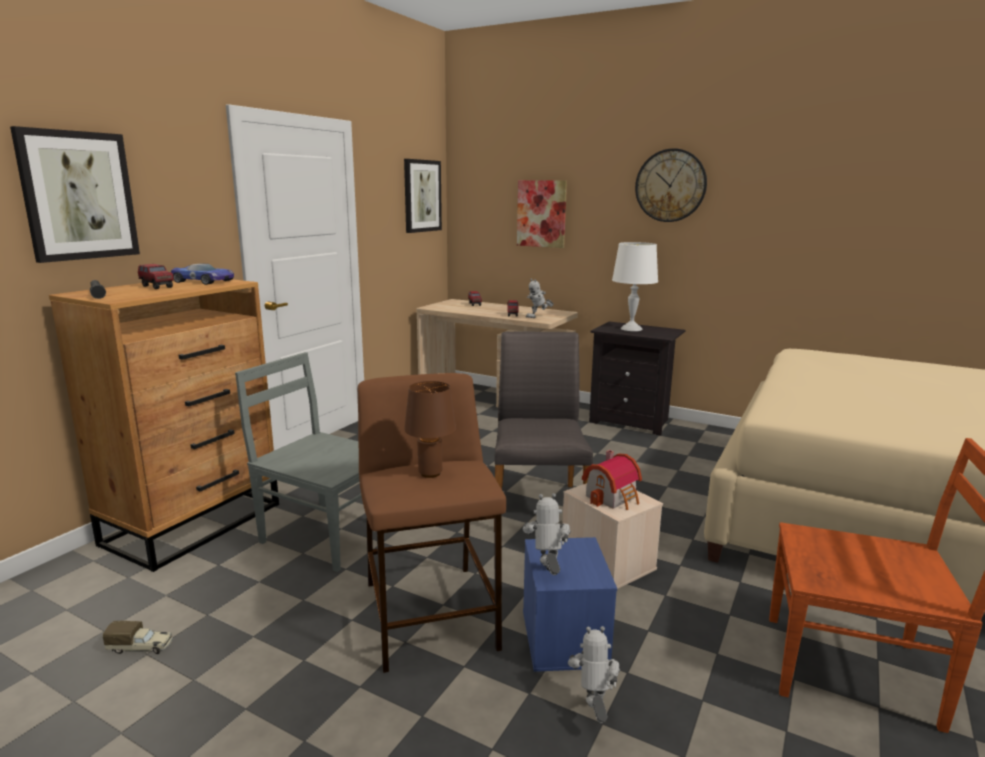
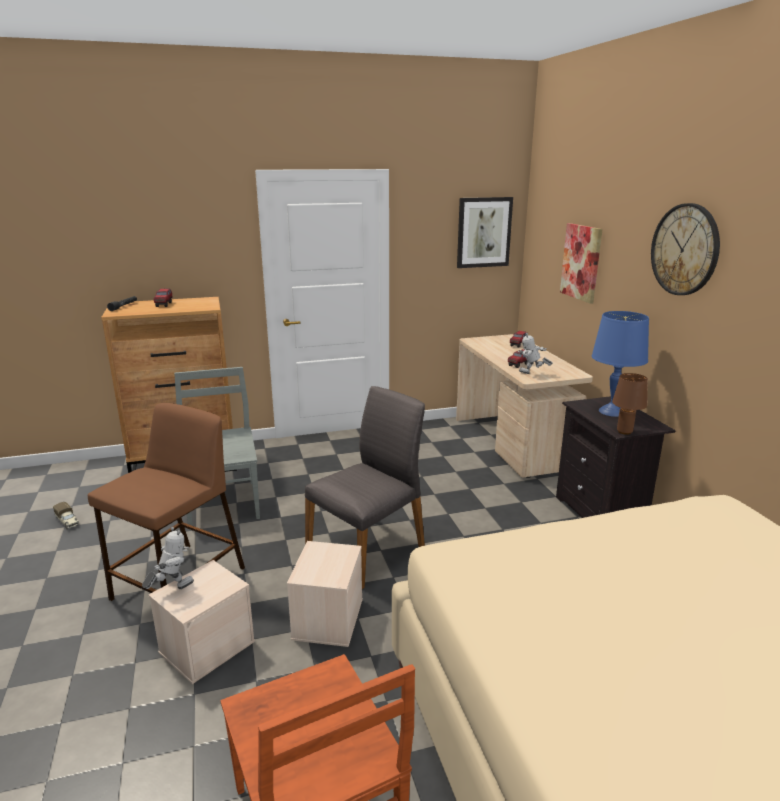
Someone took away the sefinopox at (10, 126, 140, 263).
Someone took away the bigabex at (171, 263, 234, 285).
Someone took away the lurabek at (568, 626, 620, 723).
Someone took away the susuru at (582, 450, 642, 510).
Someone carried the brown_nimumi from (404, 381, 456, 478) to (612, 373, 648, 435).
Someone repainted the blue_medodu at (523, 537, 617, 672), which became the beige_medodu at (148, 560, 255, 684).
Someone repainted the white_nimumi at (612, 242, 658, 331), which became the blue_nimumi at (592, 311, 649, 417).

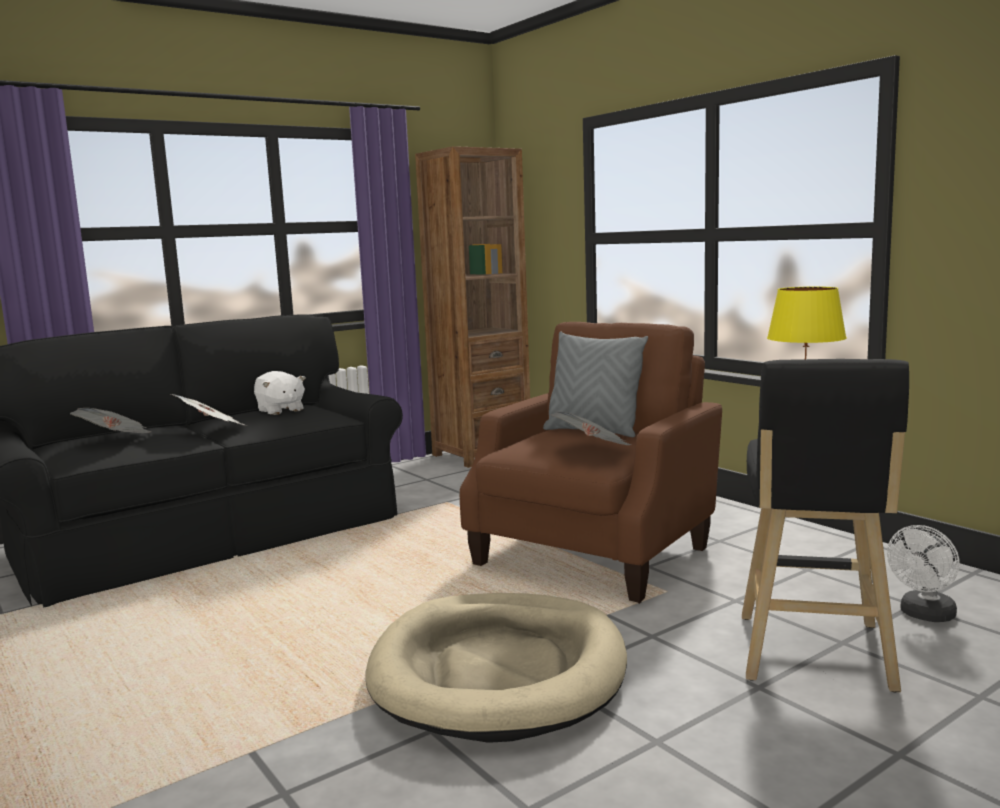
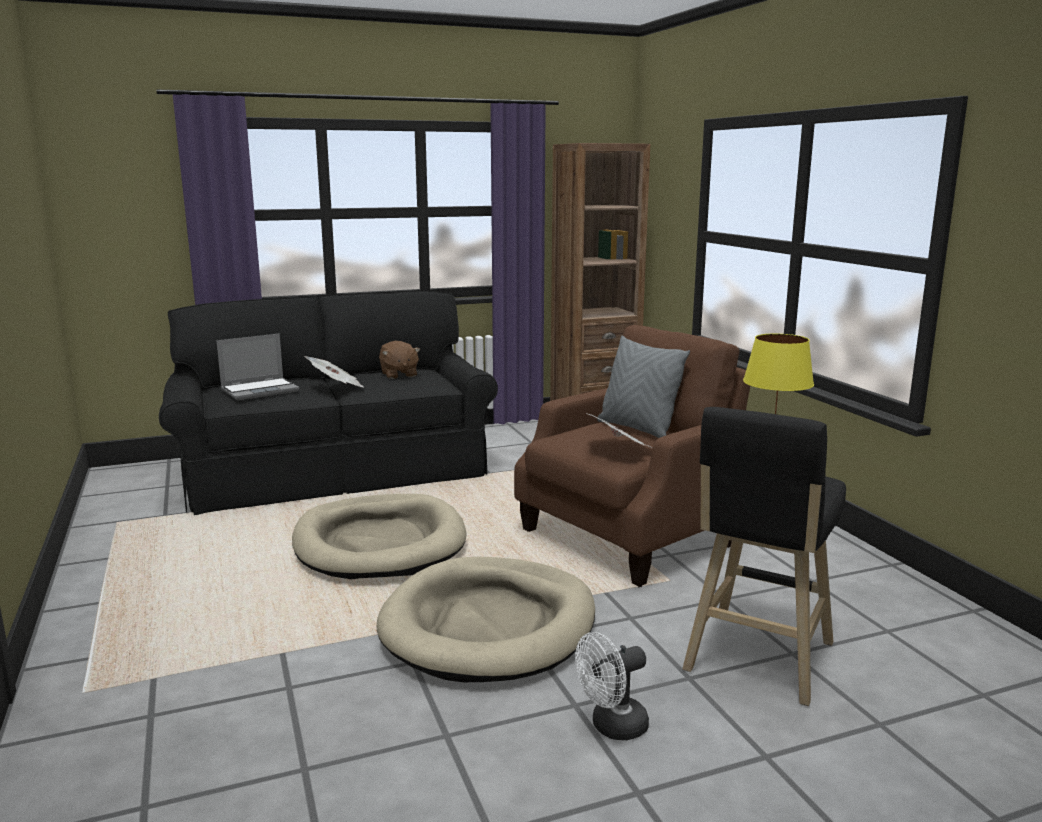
Someone put down the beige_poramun at (292, 494, 467, 579).
Someone carried the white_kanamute from (887, 525, 960, 622) to (575, 632, 649, 740).
Someone swapped the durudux at (70, 408, 151, 433) for the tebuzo at (216, 334, 299, 400).
Someone repainted the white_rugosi at (254, 371, 305, 415), which became the brown_rugosi at (379, 341, 420, 379).

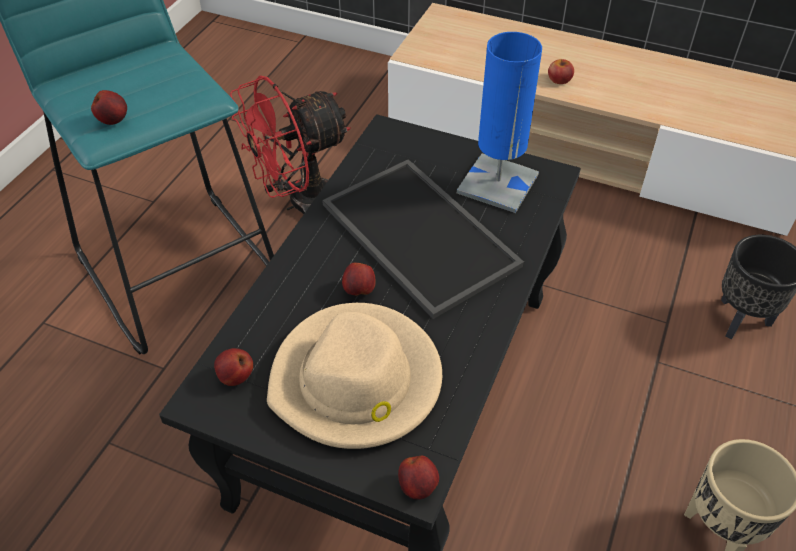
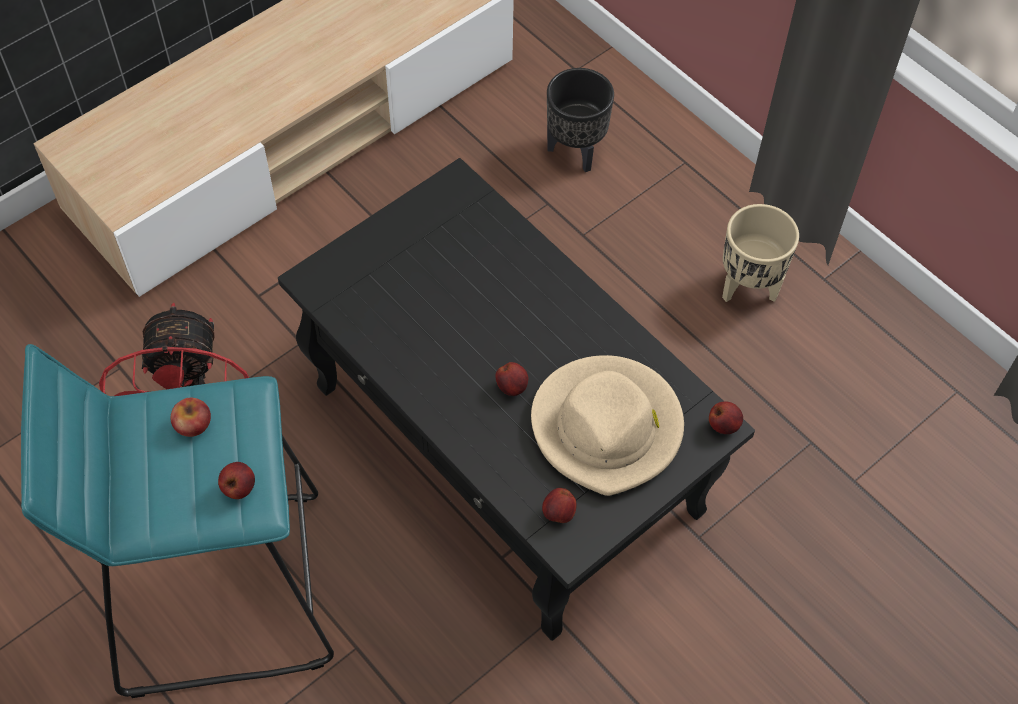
Someone took away the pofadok at (322, 159, 524, 319).
Someone took away the blue_nimumi at (457, 32, 542, 213).
Someone carried the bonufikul from (548, 59, 574, 84) to (171, 398, 211, 437).

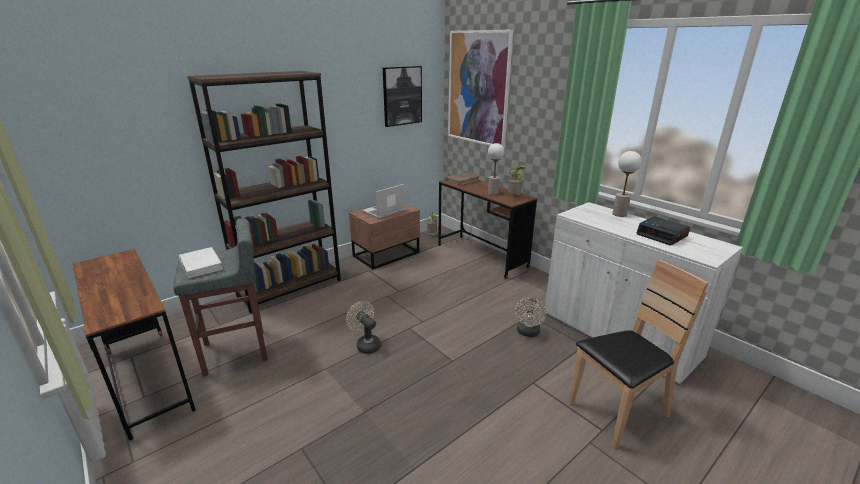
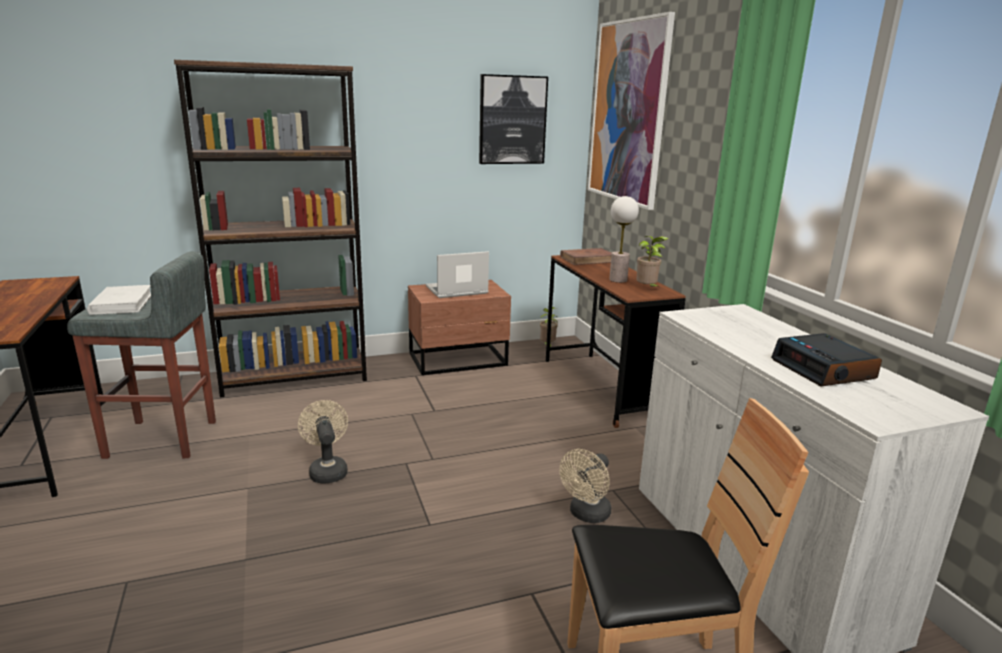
Someone took away the nimumi at (612, 151, 642, 217).

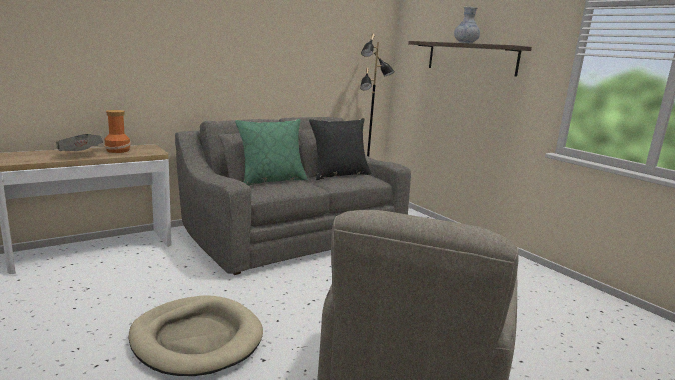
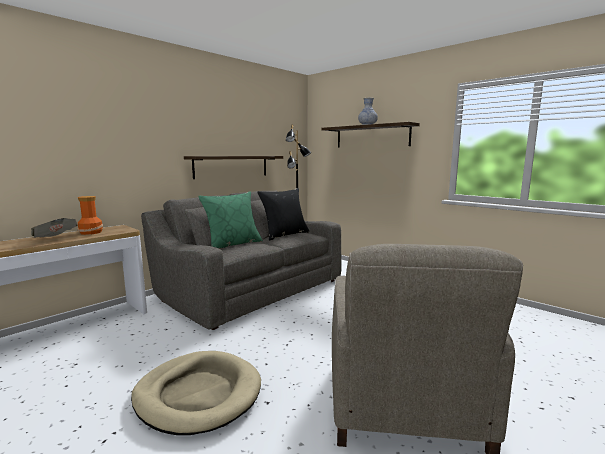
Someone put up the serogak at (184, 156, 283, 179).

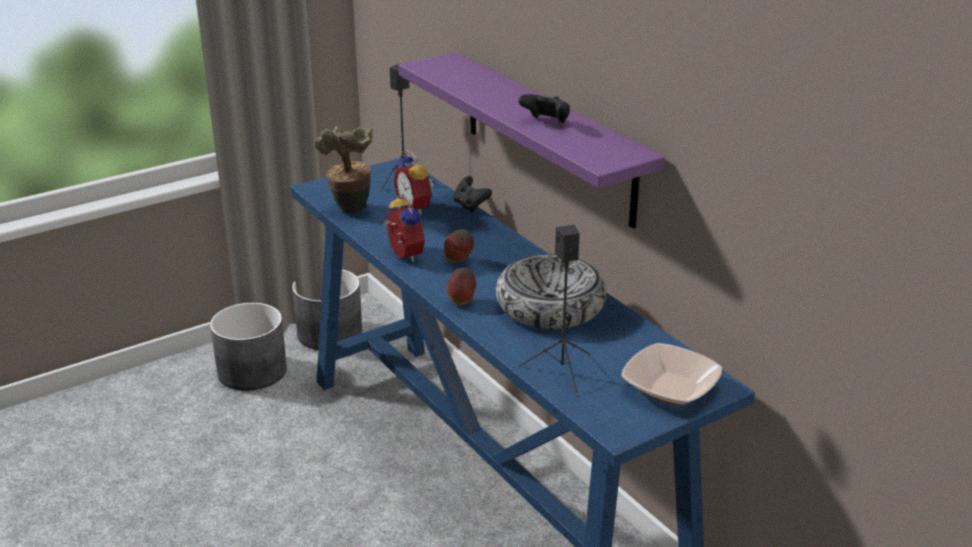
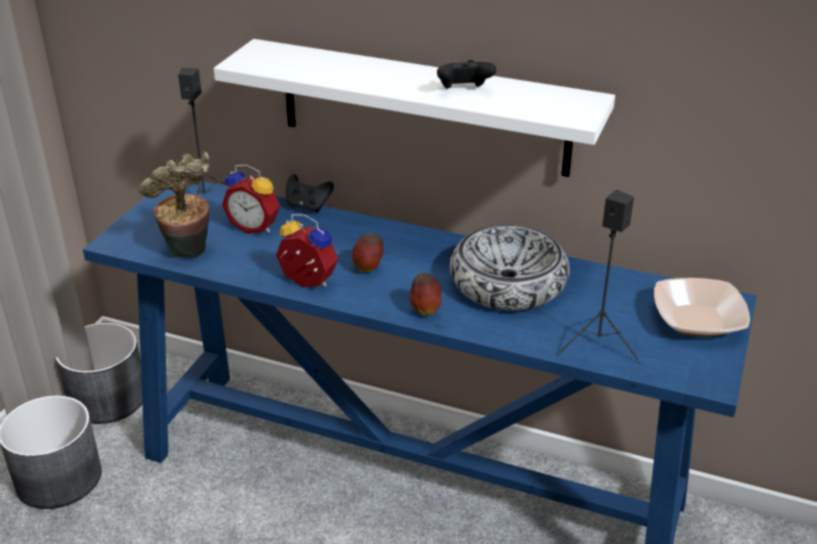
Someone repainted the purple_serogak at (398, 52, 665, 229), which became the white_serogak at (214, 39, 615, 177).

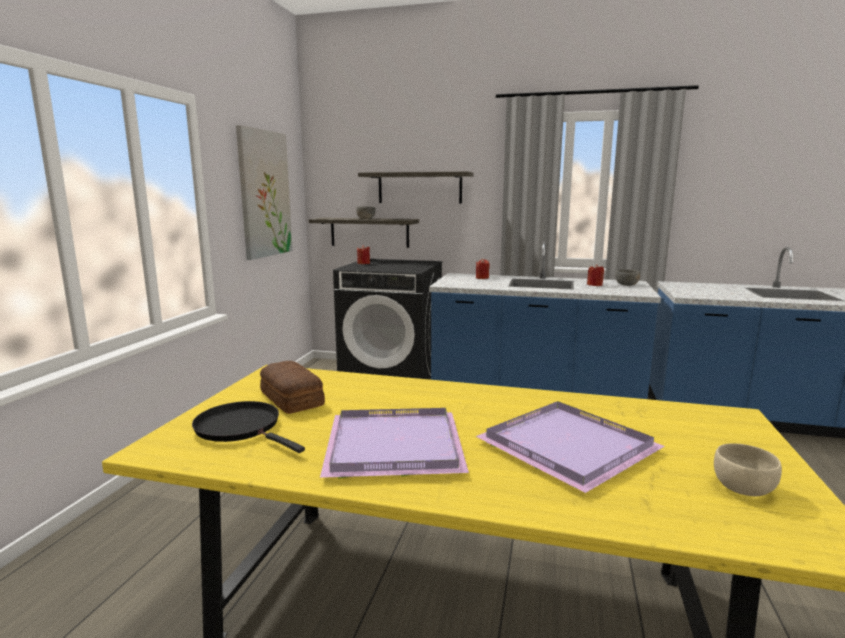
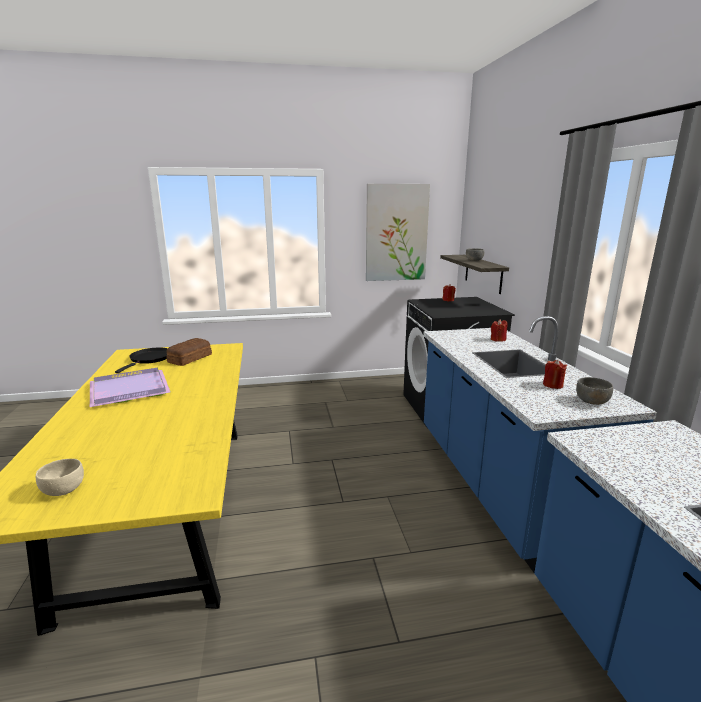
Someone took away the serogak at (358, 172, 473, 203).
Someone took away the purple_pofadok at (475, 401, 665, 493).

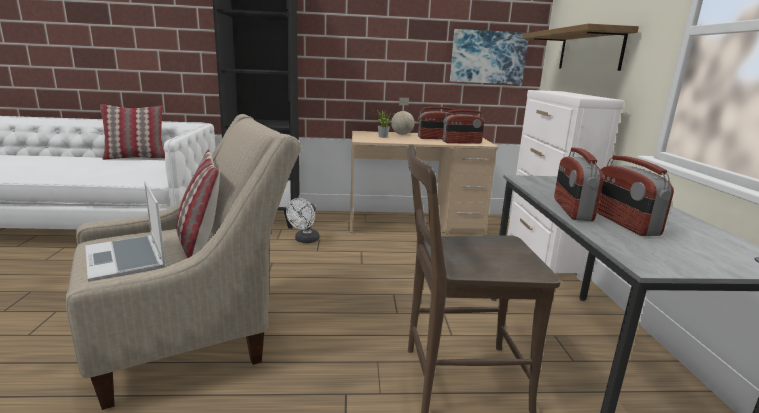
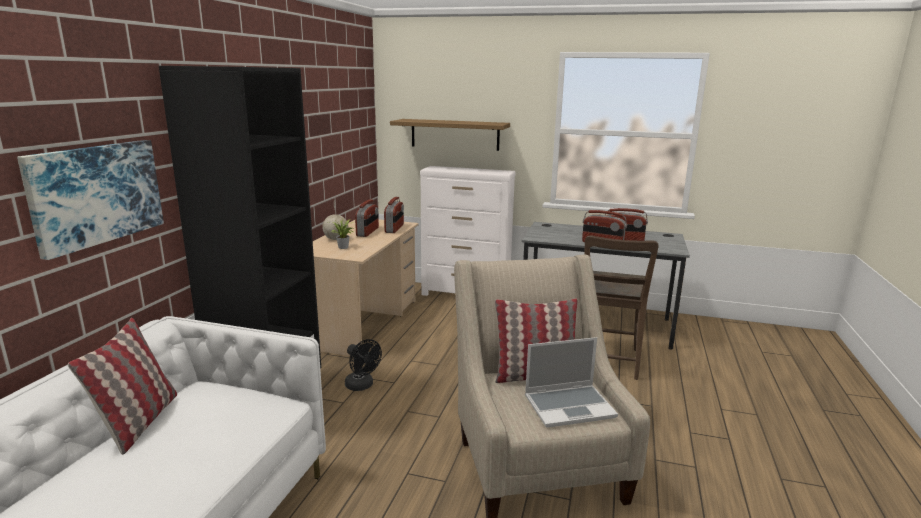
Someone carried the sefinopox from (450, 29, 528, 85) to (17, 140, 164, 260).
Someone repainted the white_kanamute at (286, 198, 320, 243), which became the black_kanamute at (345, 339, 382, 391).

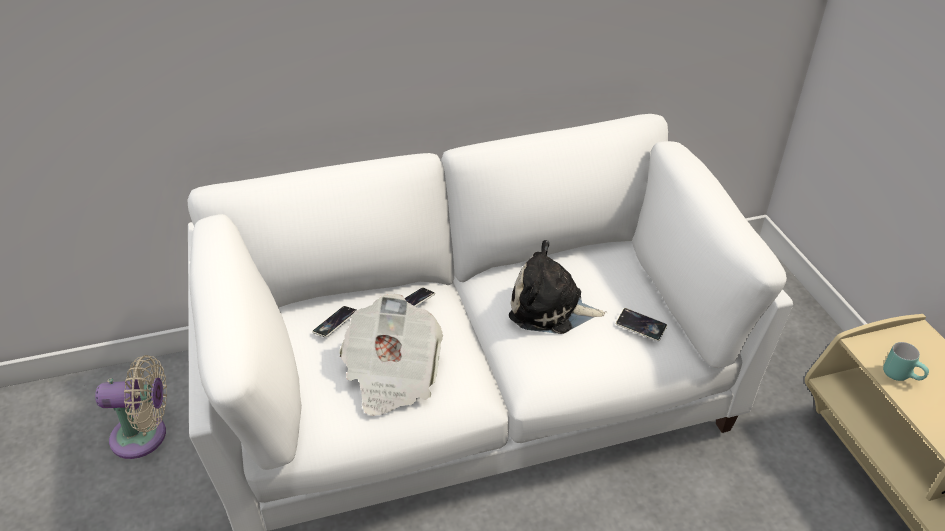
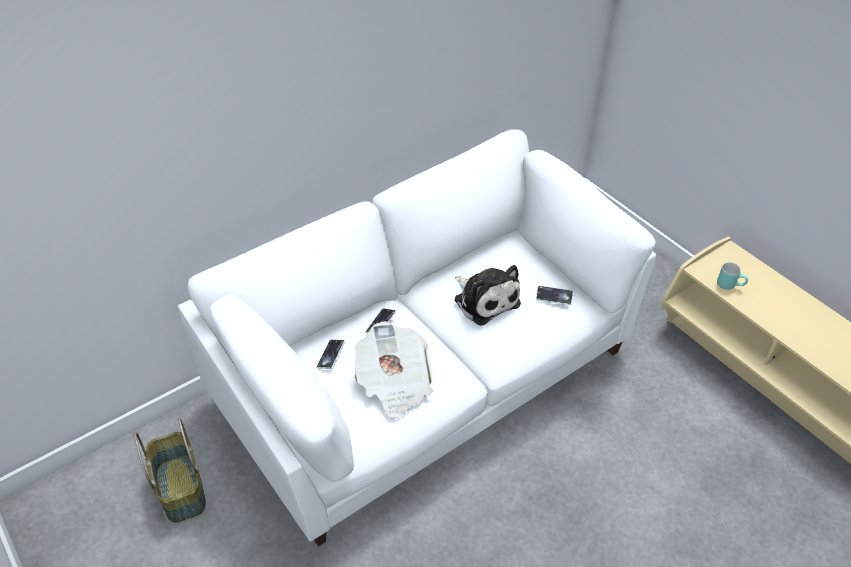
Someone swapped the beige_kanamute at (95, 355, 167, 459) for the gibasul at (134, 418, 206, 523).
Someone rotated the rugosi at (509, 240, 608, 334) by 120 degrees counterclockwise.

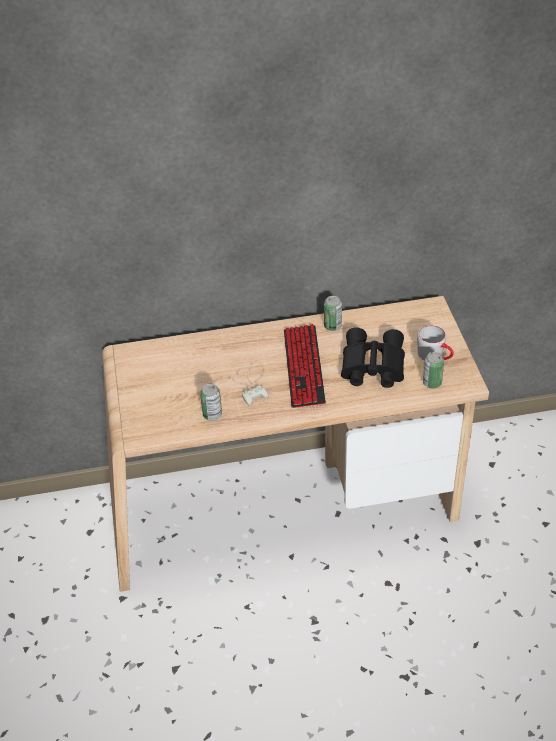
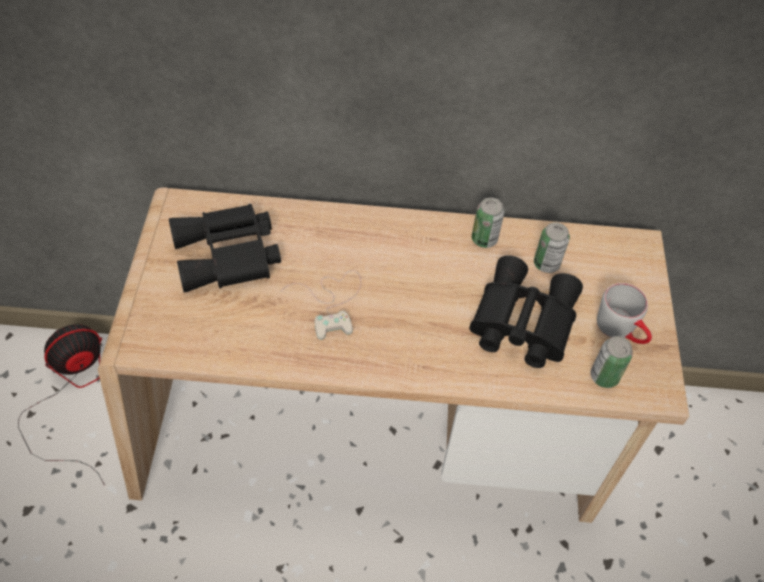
Someone took away the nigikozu at (284, 324, 326, 408).
Someone put down the kanamute at (18, 324, 105, 485).
Someone put down the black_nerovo at (169, 204, 281, 293).
Someone carried the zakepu from (200, 384, 222, 421) to (534, 222, 570, 273).

